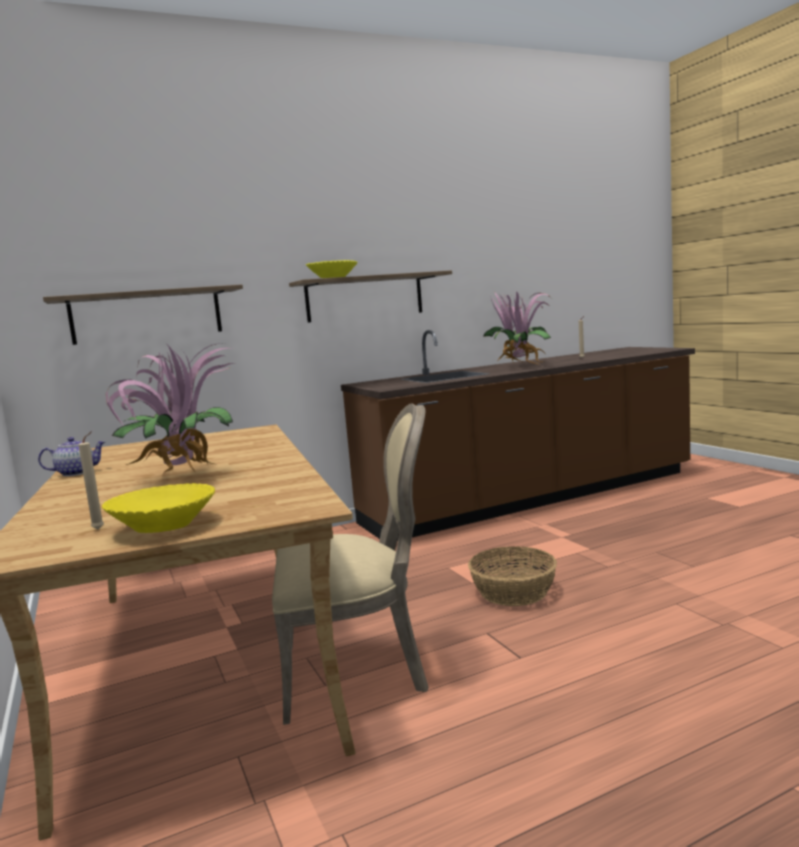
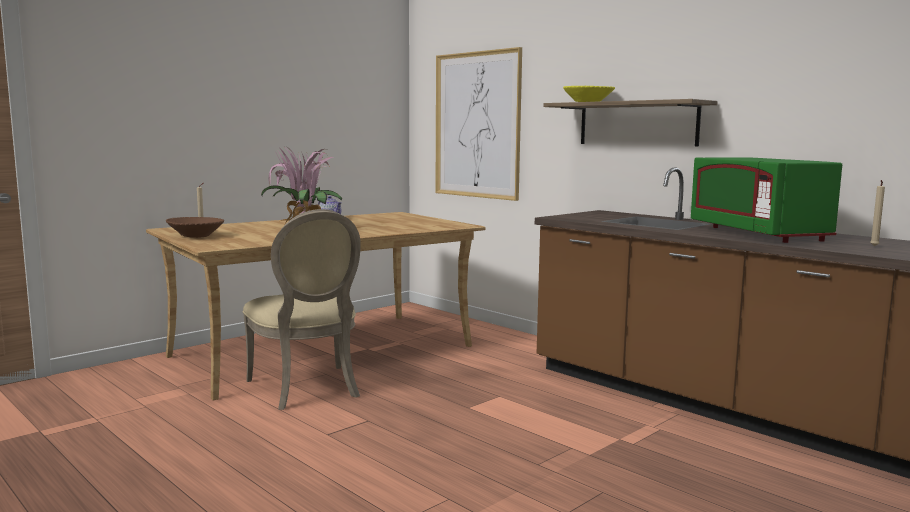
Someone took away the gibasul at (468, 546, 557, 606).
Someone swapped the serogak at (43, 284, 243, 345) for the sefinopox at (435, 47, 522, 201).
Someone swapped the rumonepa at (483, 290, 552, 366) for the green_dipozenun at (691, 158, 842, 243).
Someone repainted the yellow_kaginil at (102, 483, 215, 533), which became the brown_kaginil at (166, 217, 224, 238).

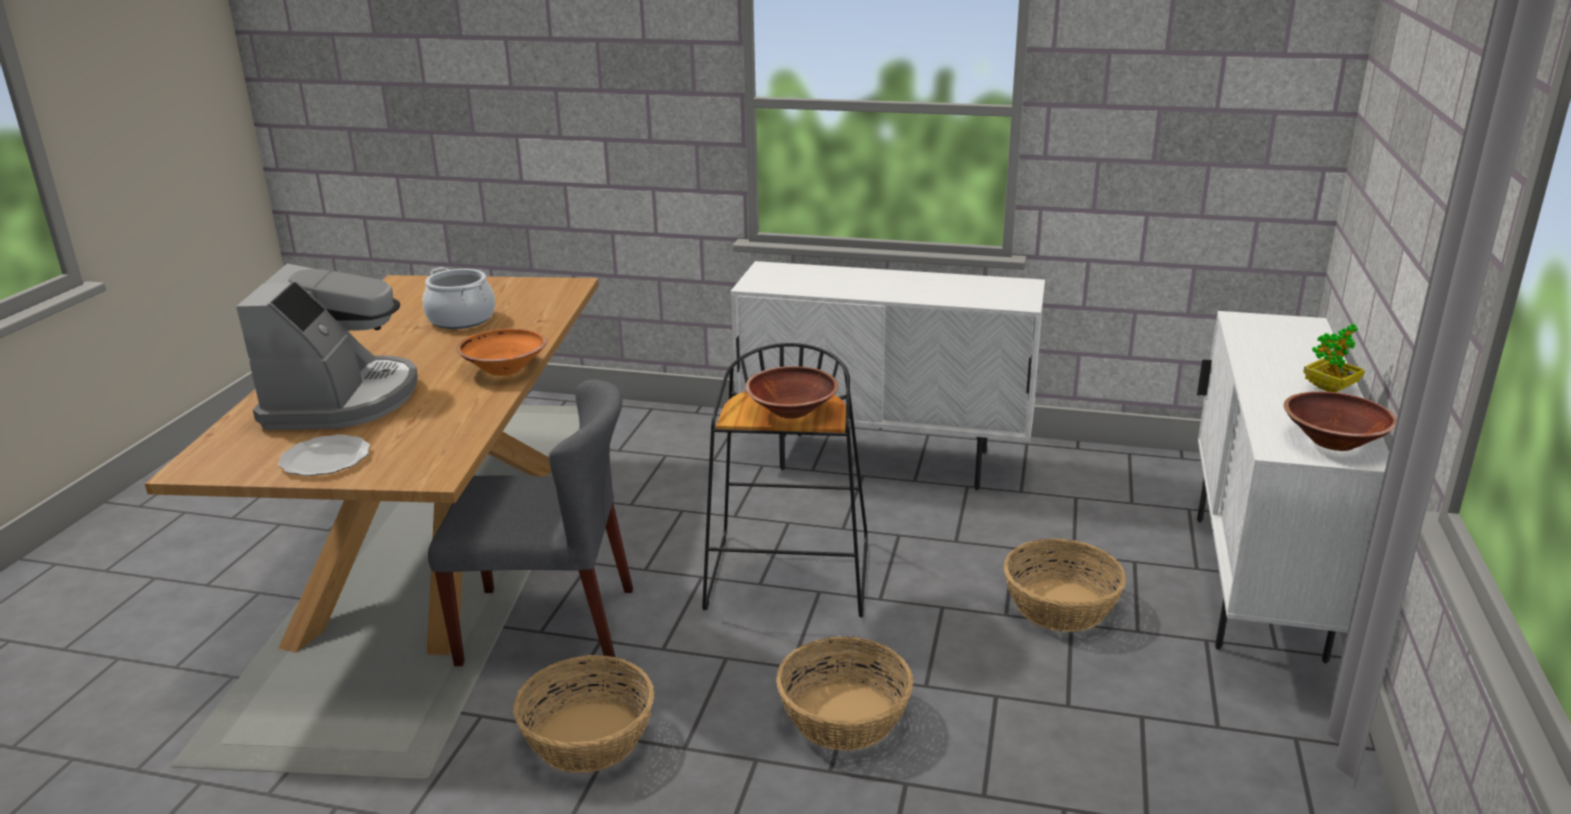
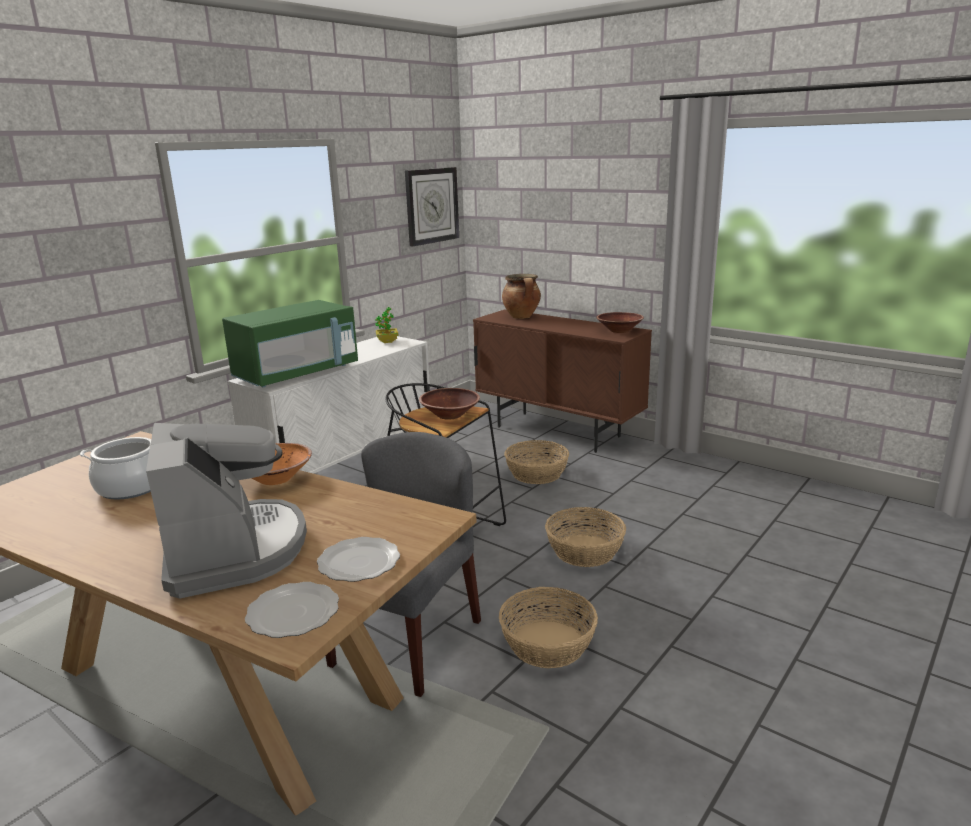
Someone put down the green_dipozenun at (222, 300, 358, 387).
Someone put down the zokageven at (245, 582, 339, 638).
Someone put up the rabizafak at (405, 167, 459, 246).
Someone put down the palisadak at (502, 274, 541, 319).
Someone carried the rumonepa from (1303, 324, 1365, 392) to (375, 307, 398, 343).
Someone repainted the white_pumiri at (1197, 311, 1389, 663), which became the brown_pumiri at (473, 309, 652, 453).
Someone rotated the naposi at (236, 264, 418, 430) by 45 degrees clockwise.

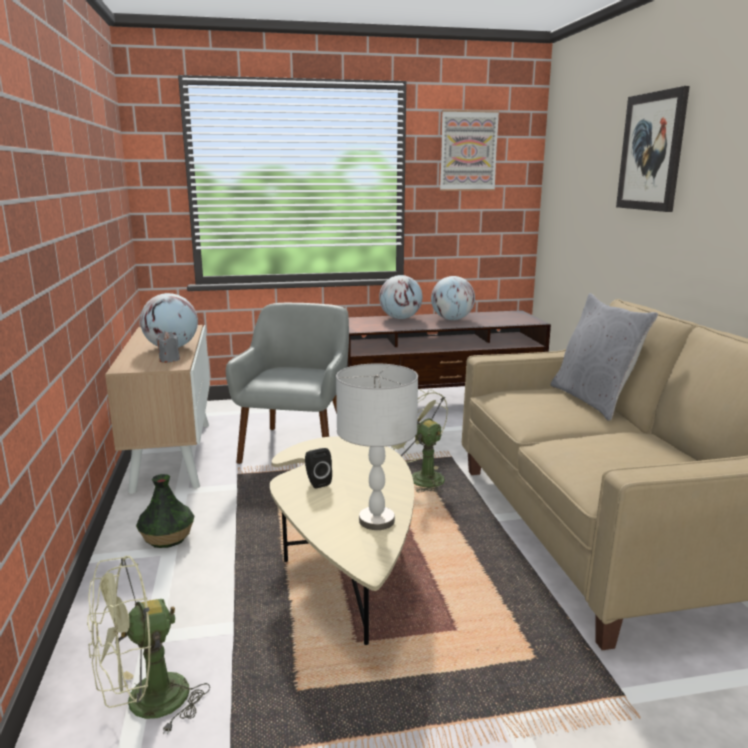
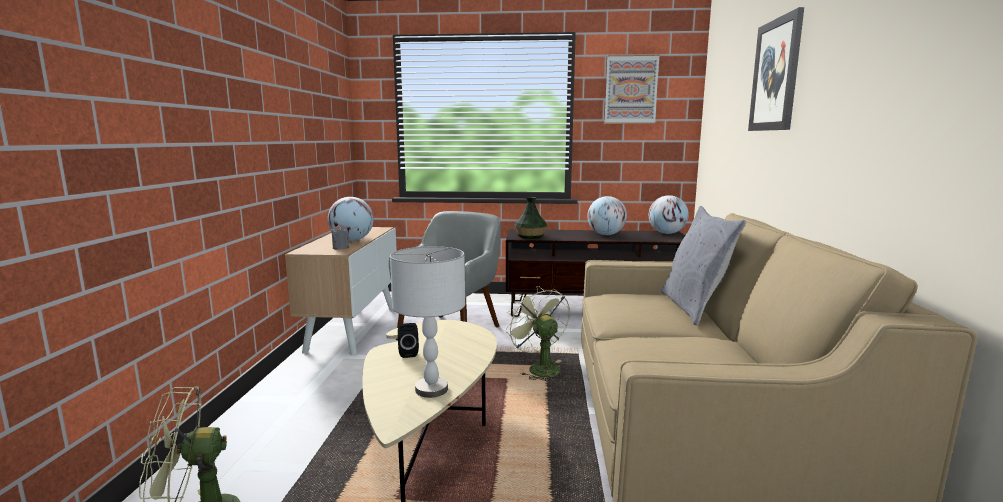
Someone carried the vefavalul from (136, 474, 194, 548) to (514, 197, 547, 239).
Someone carried the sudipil from (379, 275, 422, 319) to (649, 195, 689, 234).

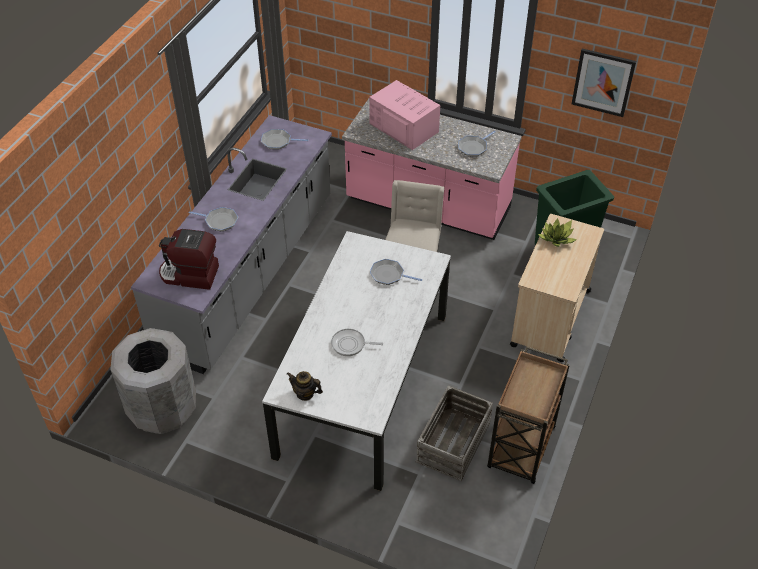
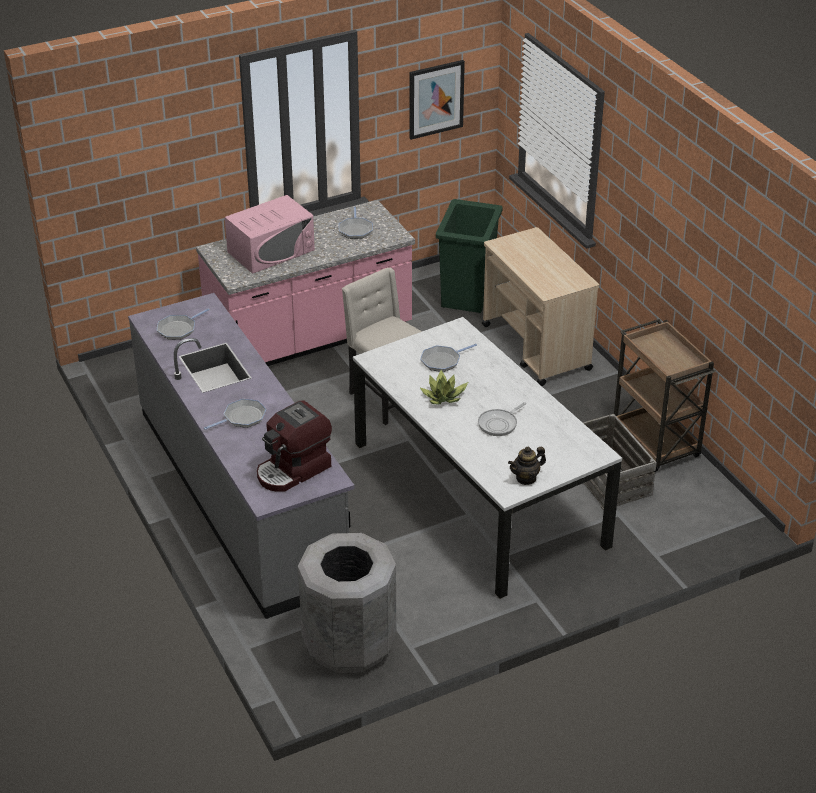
Someone carried the rumonepa from (538, 218, 577, 247) to (420, 370, 468, 405).
Someone rotated the pink_dipozenun at (369, 80, 440, 150) by 150 degrees clockwise.

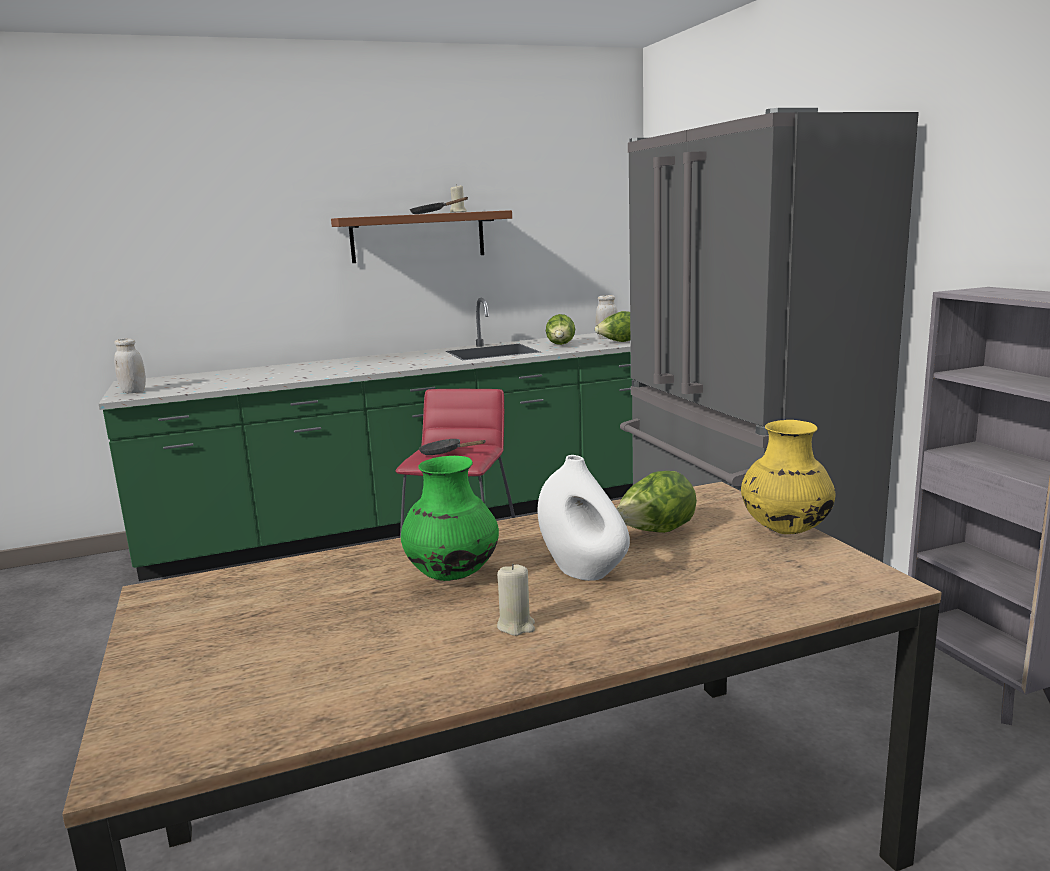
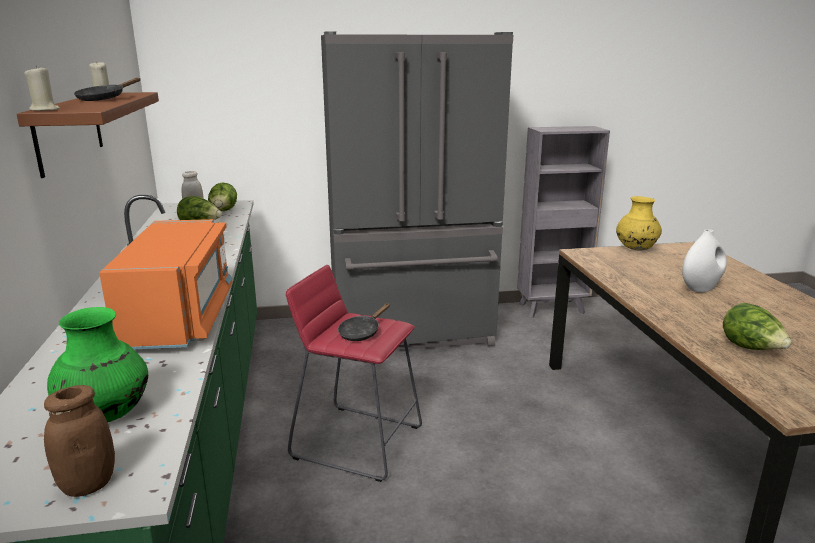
Someone put down the orange_dipozenun at (99, 219, 233, 349).
Someone carried the green_vefavalul from (401, 456, 499, 581) to (47, 307, 148, 423).
Someone carried the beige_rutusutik from (497, 564, 535, 636) to (24, 65, 60, 111).
Someone carried the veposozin from (616, 471, 697, 533) to (723, 303, 792, 350).
Someone repainted the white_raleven at (114, 339, 146, 393), which became the brown_raleven at (44, 385, 115, 497).

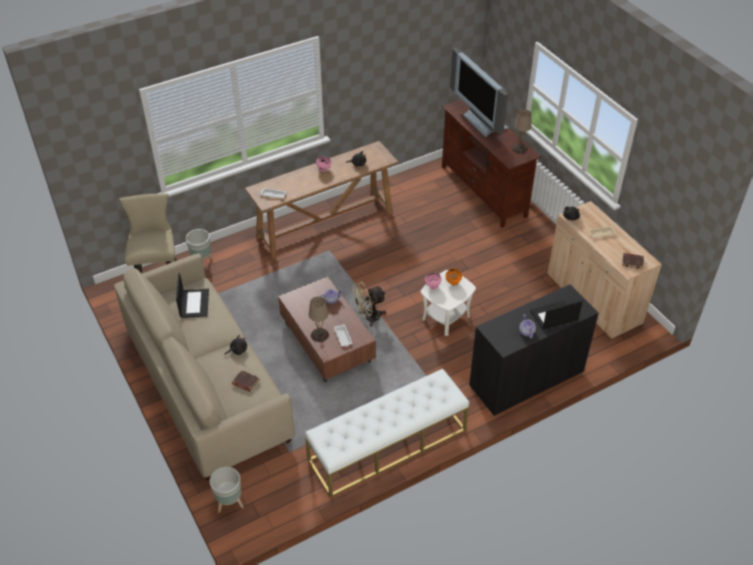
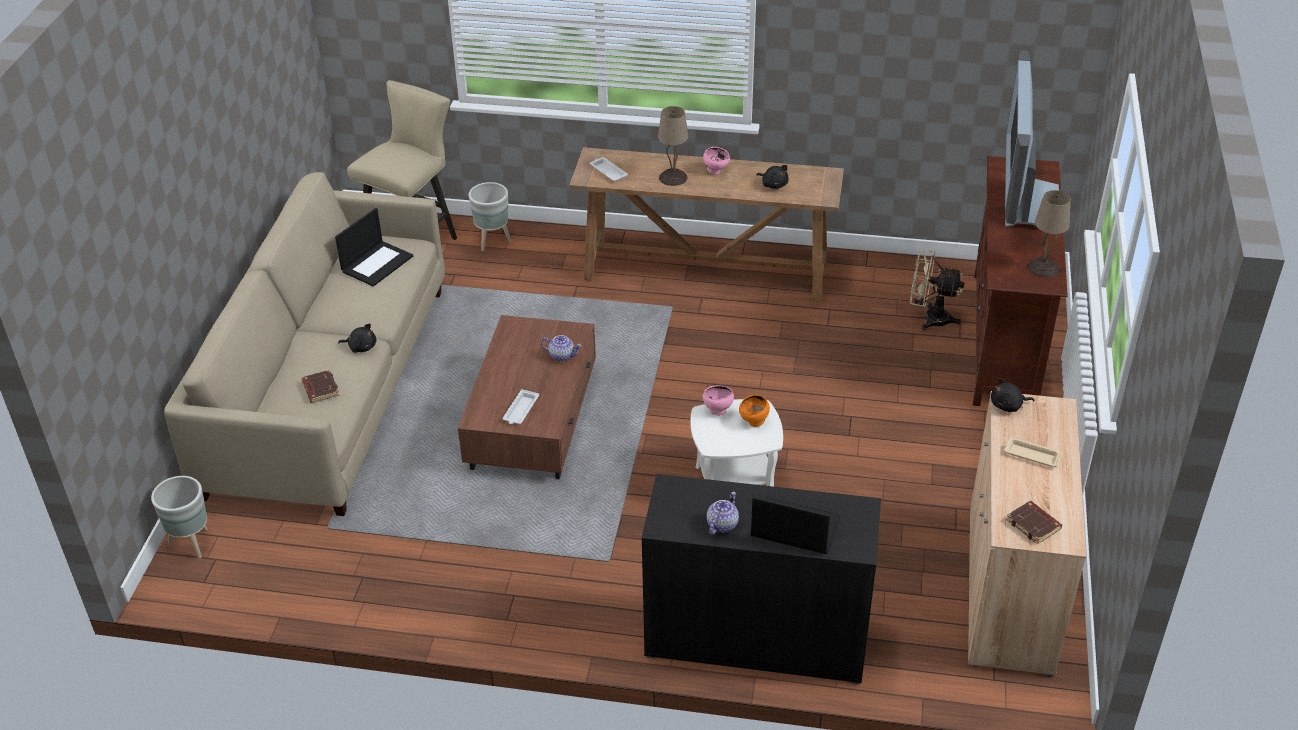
Someone took away the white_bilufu at (305, 369, 469, 498).
Someone carried the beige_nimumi from (309, 296, 329, 342) to (658, 106, 688, 186).
Someone carried the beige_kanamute from (351, 282, 386, 326) to (910, 249, 965, 331).

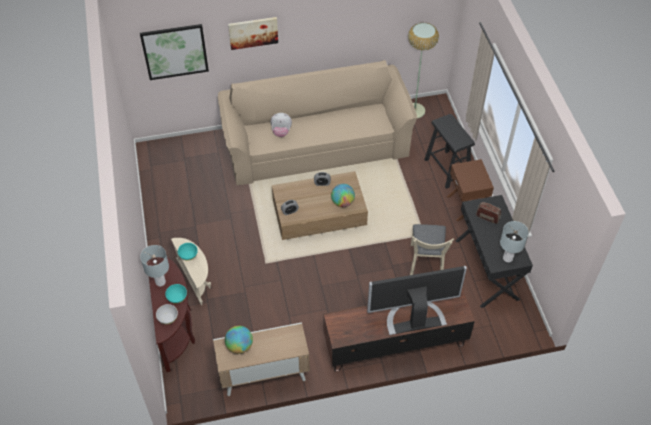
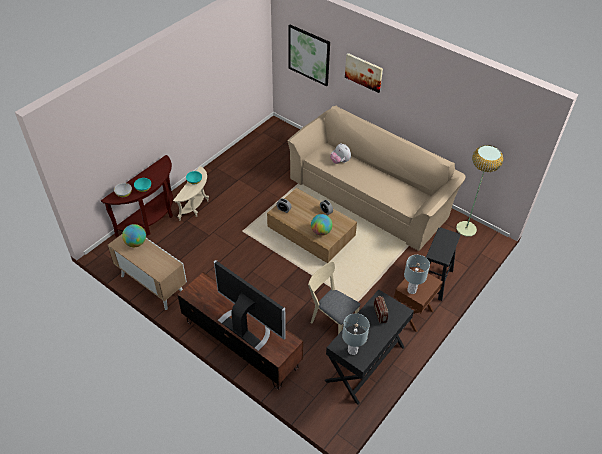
Someone carried the grey_nimumi from (140, 245, 169, 286) to (404, 255, 430, 294).
Someone rotated the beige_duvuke at (410, 224, 454, 275) by 75 degrees clockwise.

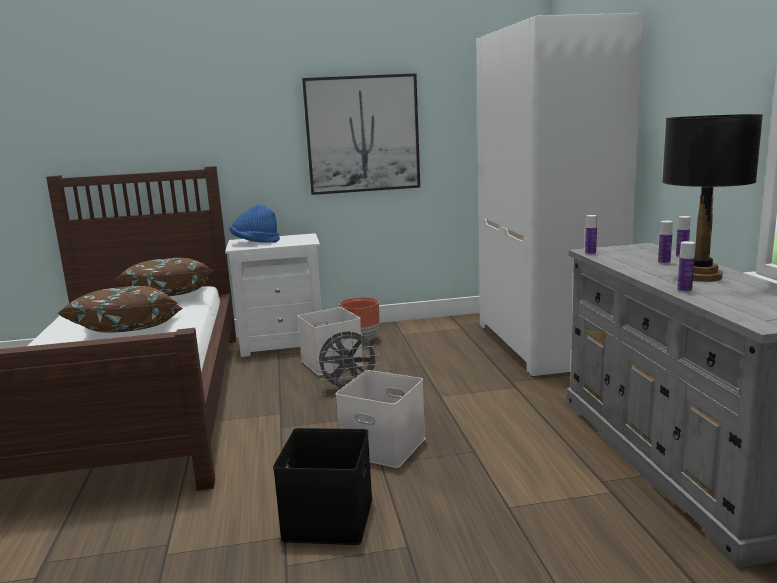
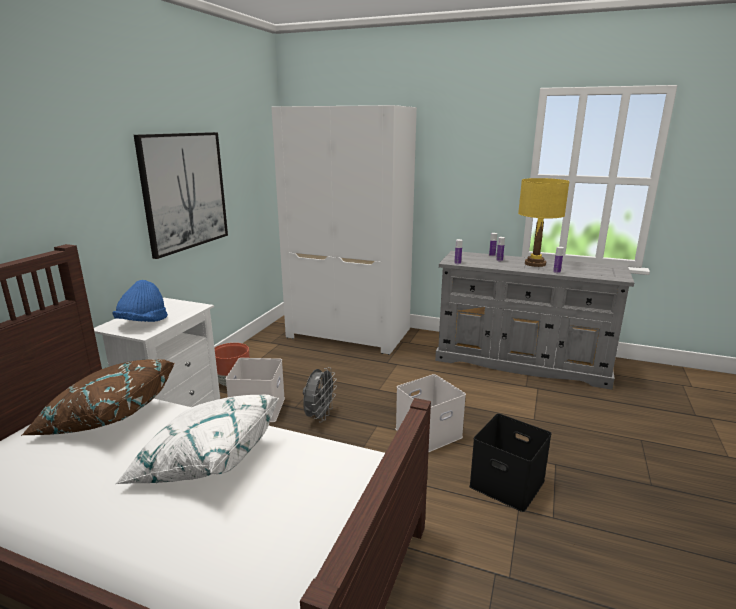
Someone repainted the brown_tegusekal at (58, 286, 183, 333), which became the white_tegusekal at (116, 395, 279, 484).
Someone repainted the black_nimumi at (662, 114, 763, 282), which became the yellow_nimumi at (518, 178, 570, 267).

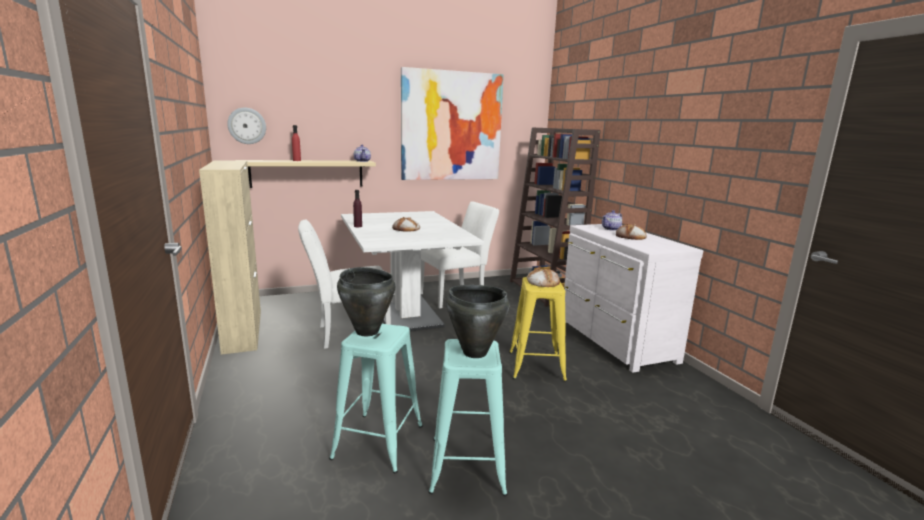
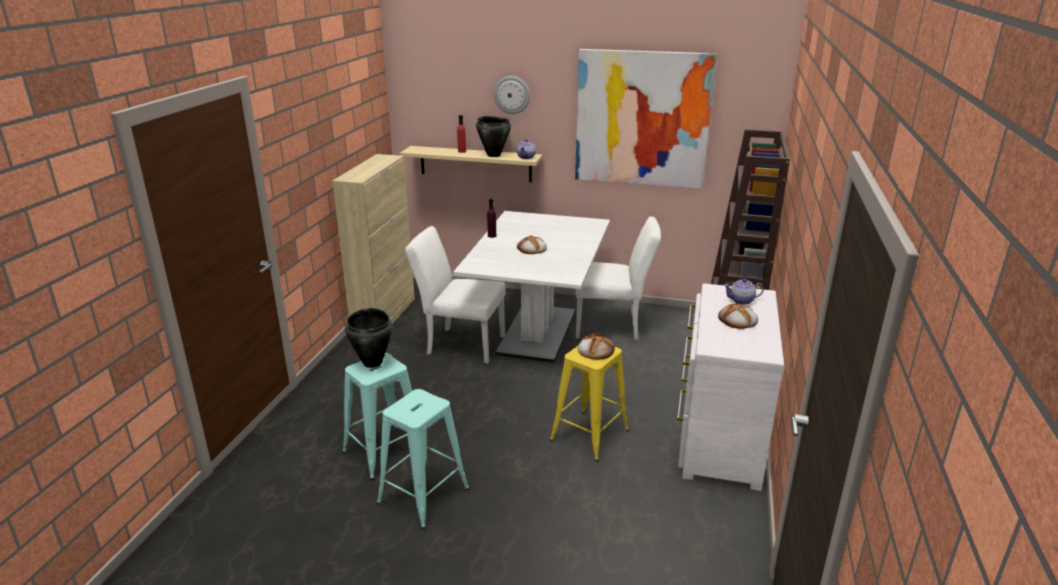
Someone carried the rabizafak from (227, 107, 266, 144) to (494, 76, 530, 114).
Someone carried the black_palisadak from (446, 285, 510, 358) to (476, 116, 511, 157).

